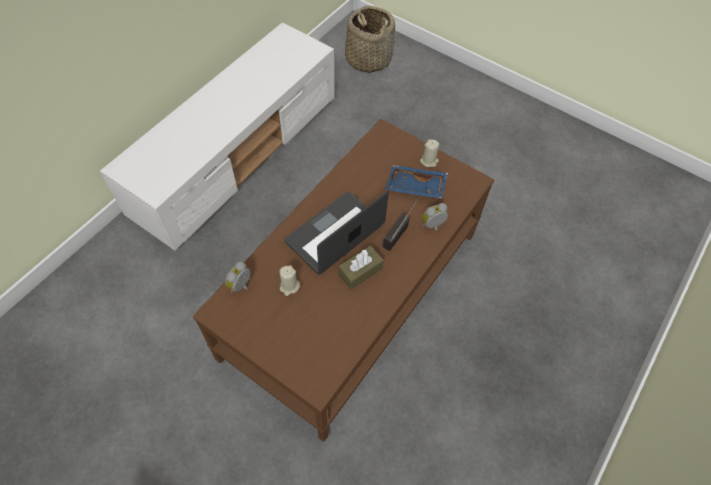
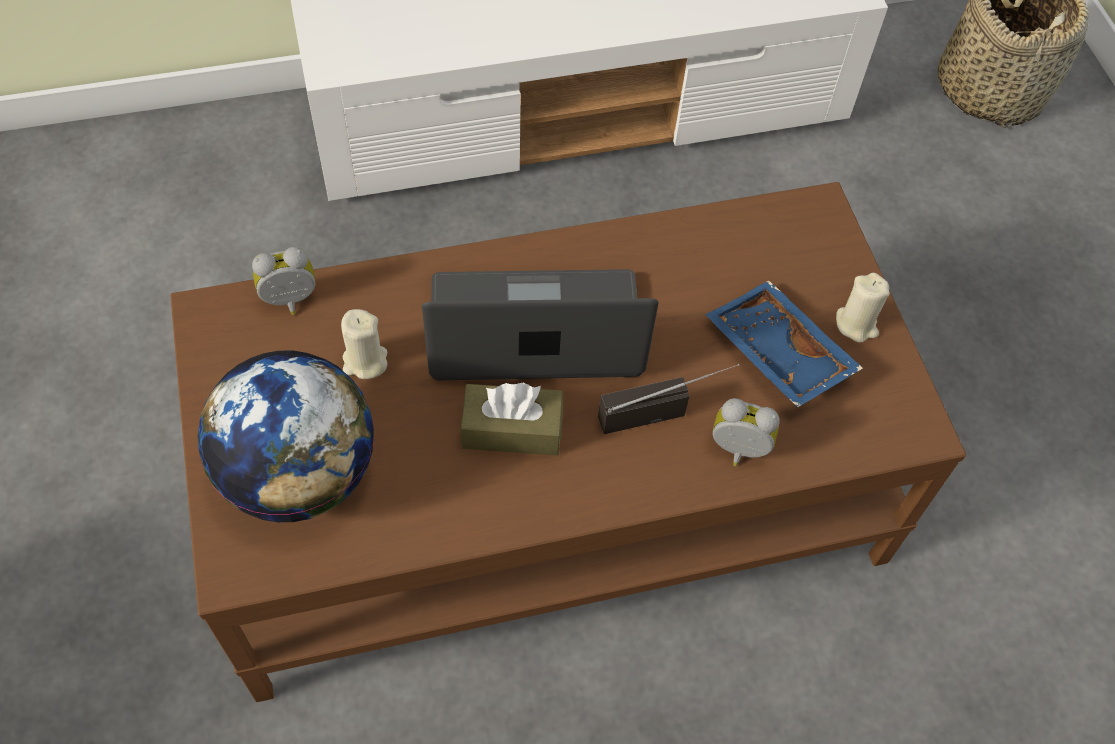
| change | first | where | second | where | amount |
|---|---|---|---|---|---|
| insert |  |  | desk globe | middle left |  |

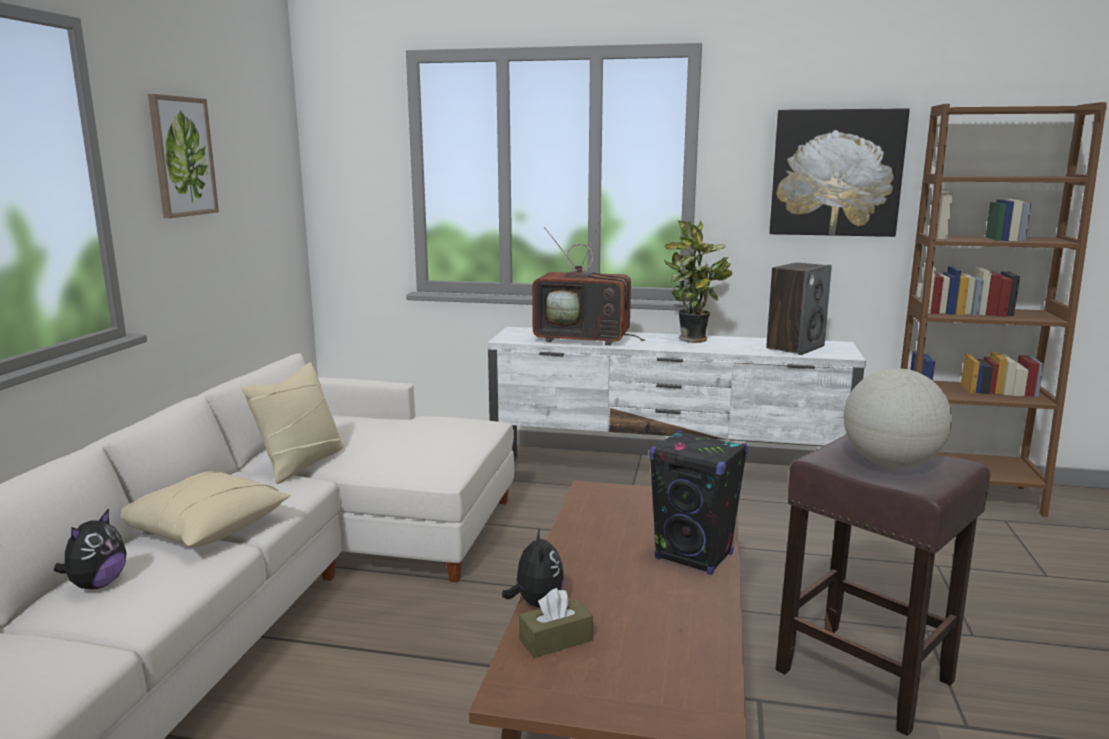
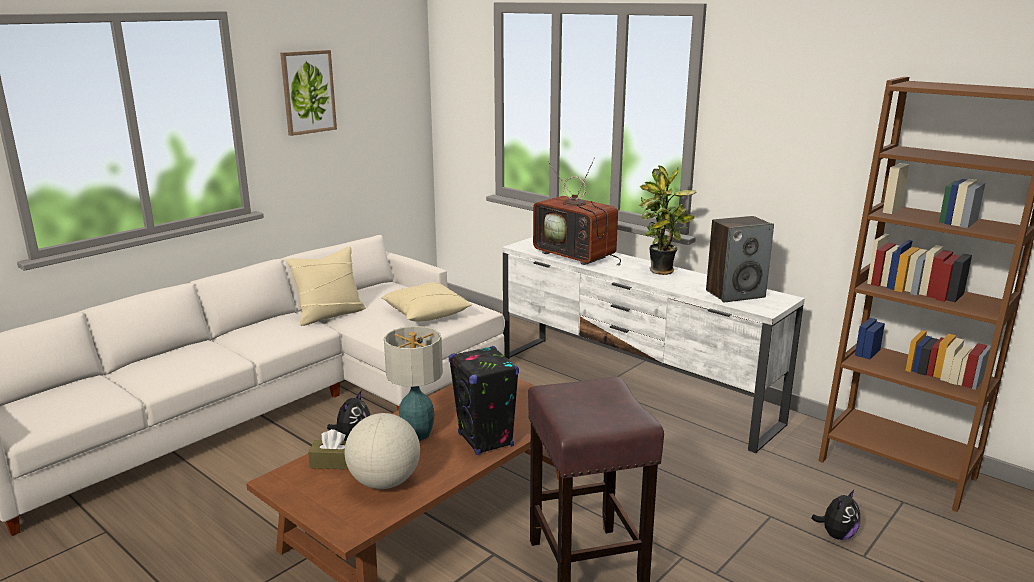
| change | first | where | second | where | amount |
|---|---|---|---|---|---|
| move | desk globe | middle right |  | bottom centre |  |
| move | pillow (beige) (1st from left in the first image) | bottom left | pillow (beige) (2nd from left) | centre |  |
| insert |  |  | table lamp | centre |  |
| move | plush toy (1st from left in the first image) | bottom left | plush toy (2nd from left) | bottom right |  |
| delete | wall picture (2nd from left) | top right |  |  |  |

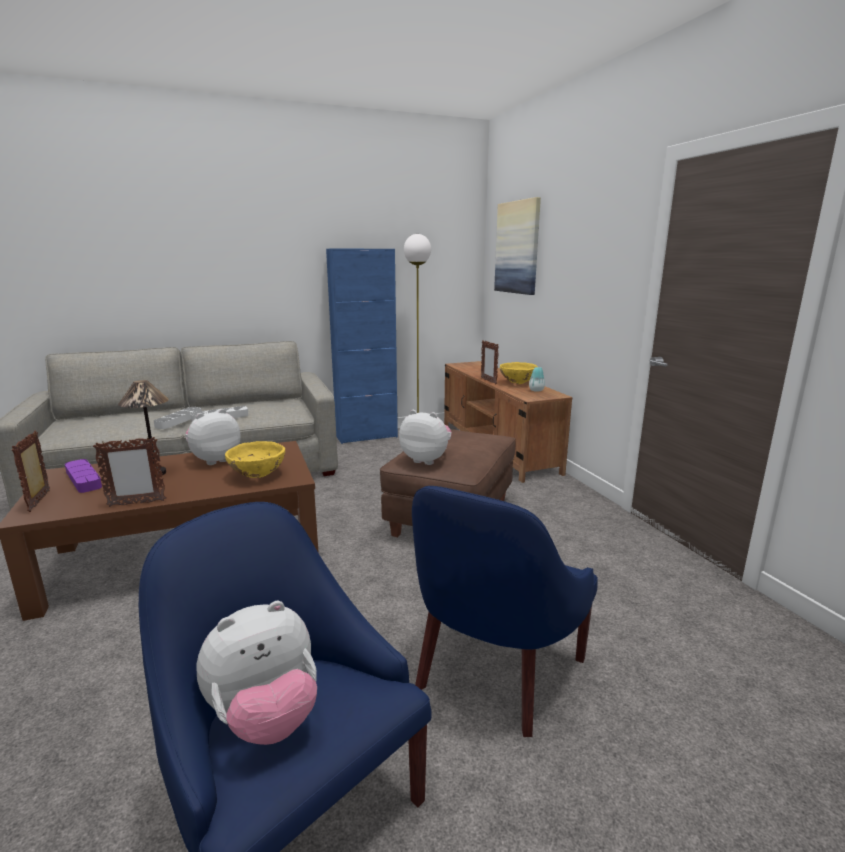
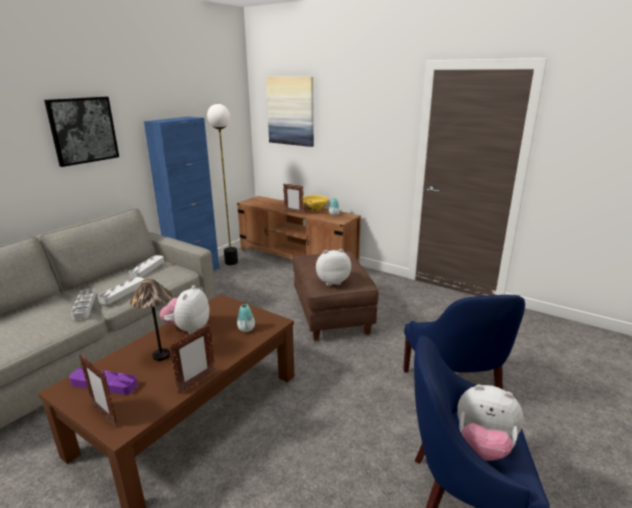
| change | first | where | second | where | amount |
|---|---|---|---|---|---|
| insert |  |  | wall picture (1st from left) | top left |  |
| insert |  |  | carrying tray (gray) (3rd from left) | middle left |  |
| replace | deep dish (yellowish) (1st from left) | middle left | flower vase (1st from left) | centre |  |
| rotate | plush toy (2nd from left in the first image) | bottom left | plush toy (3rd from left) | bottom right | 90 degrees clockwise |

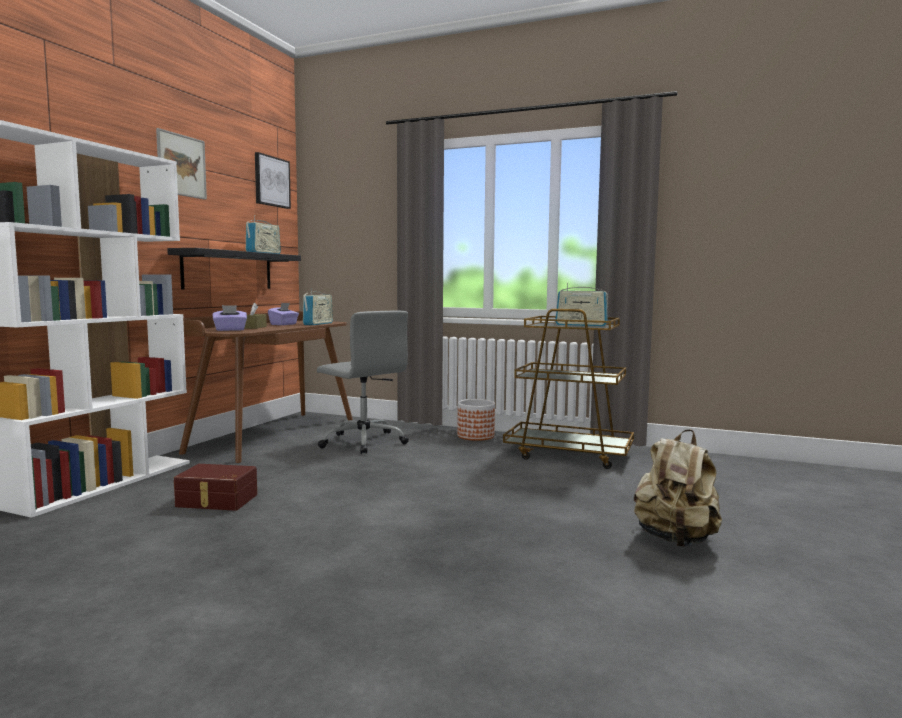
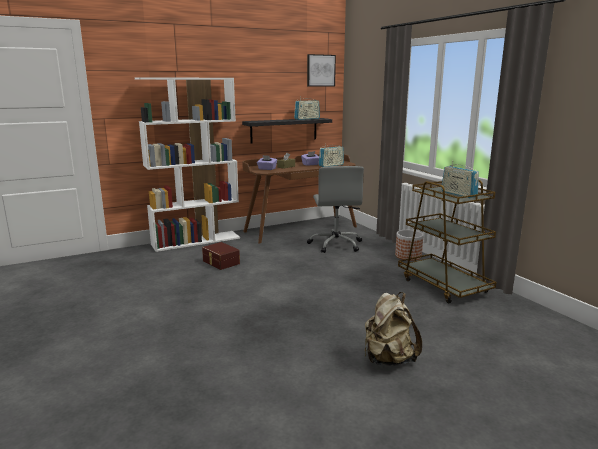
| change | first | where | second | where | amount |
|---|---|---|---|---|---|
| delete | wall picture (1st from left) | top left |  |  |  |

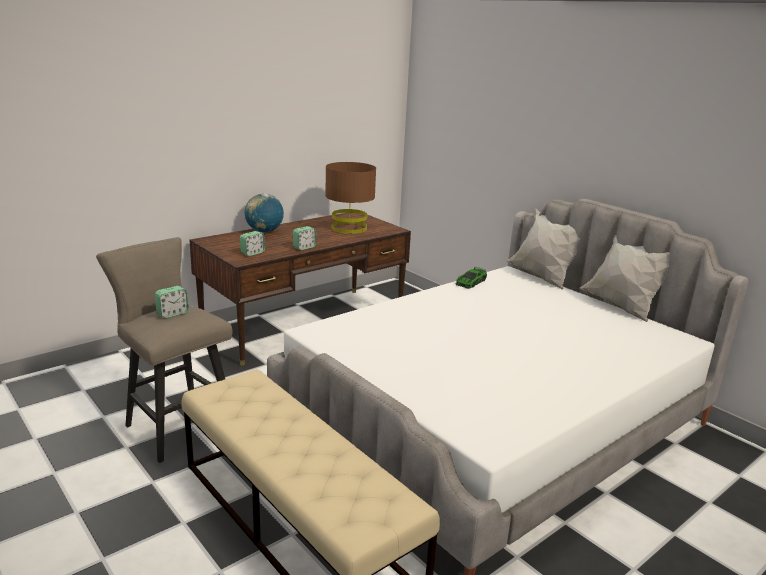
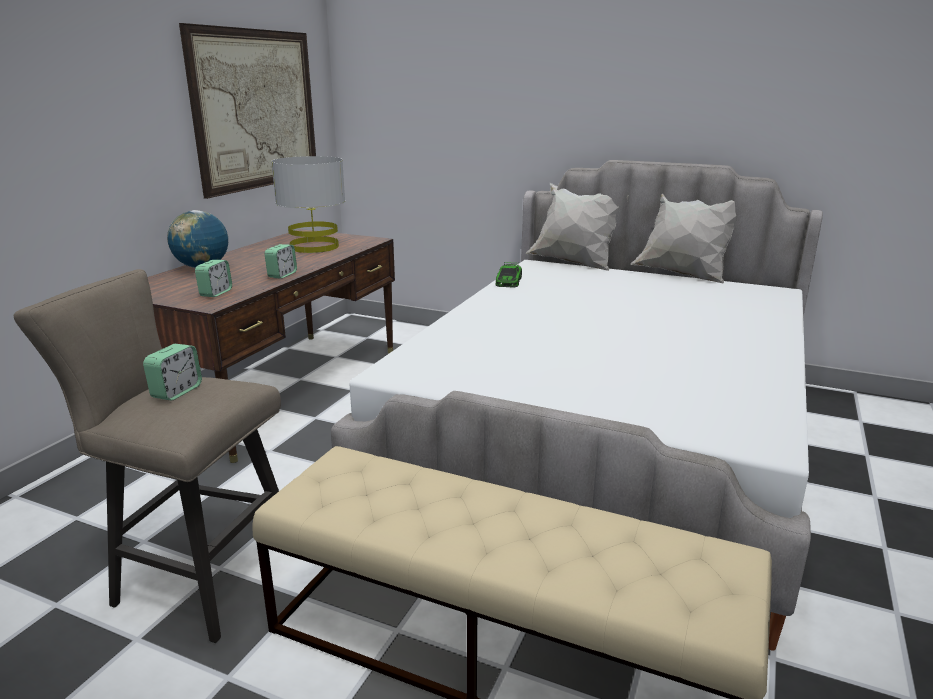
| change | first | where | second | where | amount |
|---|---|---|---|---|---|
| insert |  |  | wall picture | top left |  |
| recolor | table lamp (brown-coloured) | centre | table lamp (gray) | top left |  |

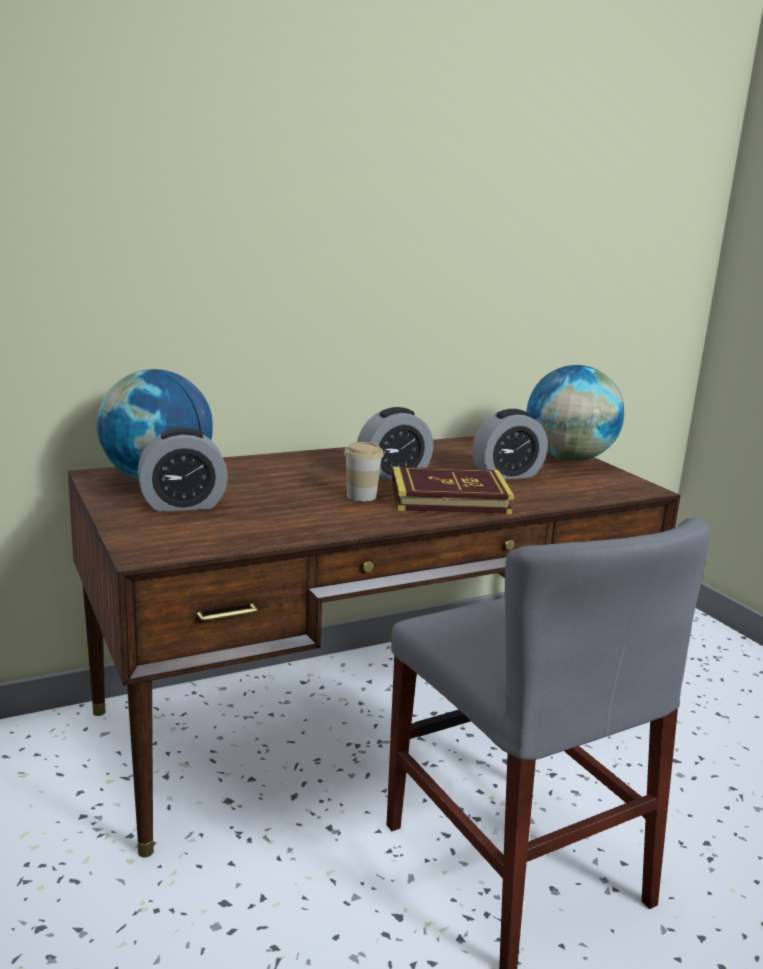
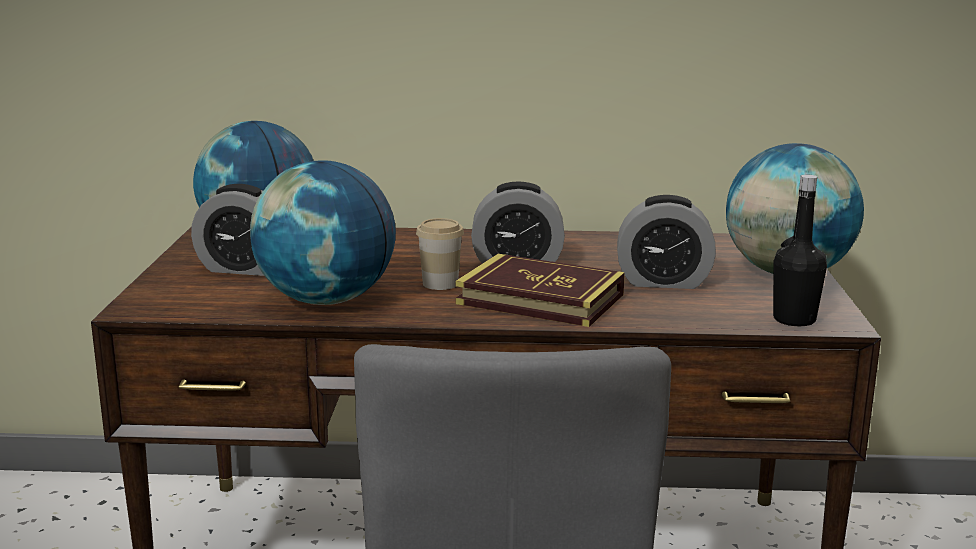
| change | first | where | second | where | amount |
|---|---|---|---|---|---|
| insert |  |  | desk globe (2nd from left) | middle left |  |
| insert |  |  | bottle (black-coloured) | middle right |  |

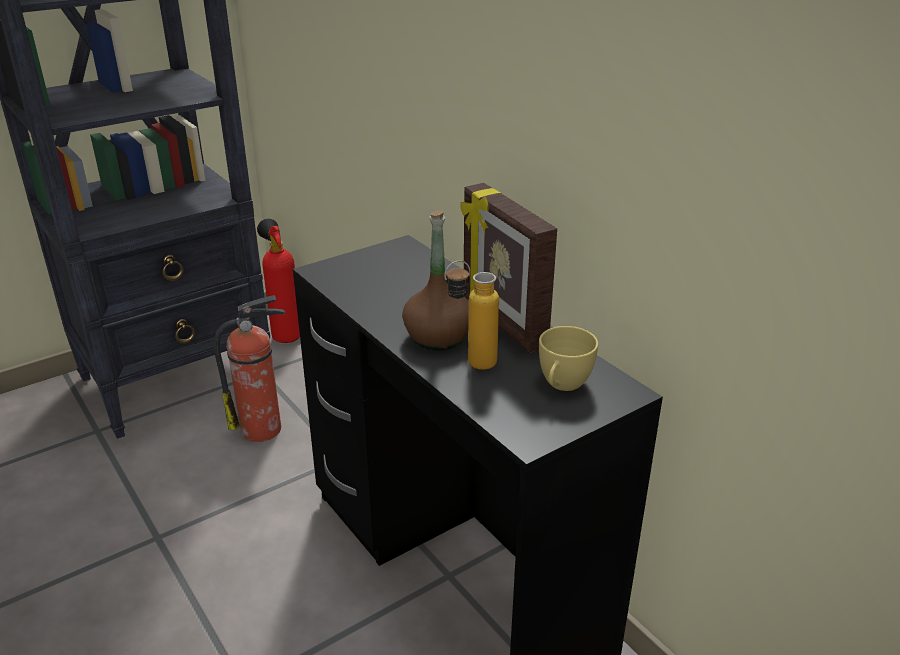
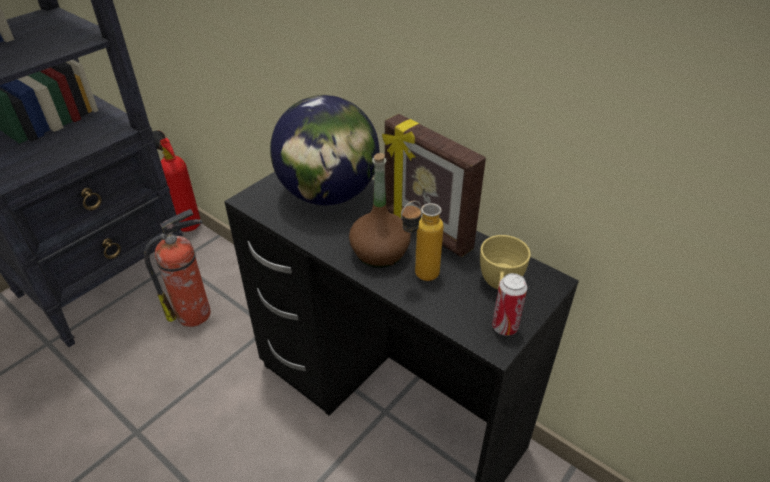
| change | first | where | second | where | amount |
|---|---|---|---|---|---|
| insert |  |  | desk globe | top centre |  |
| insert |  |  | metal can | centre |  |

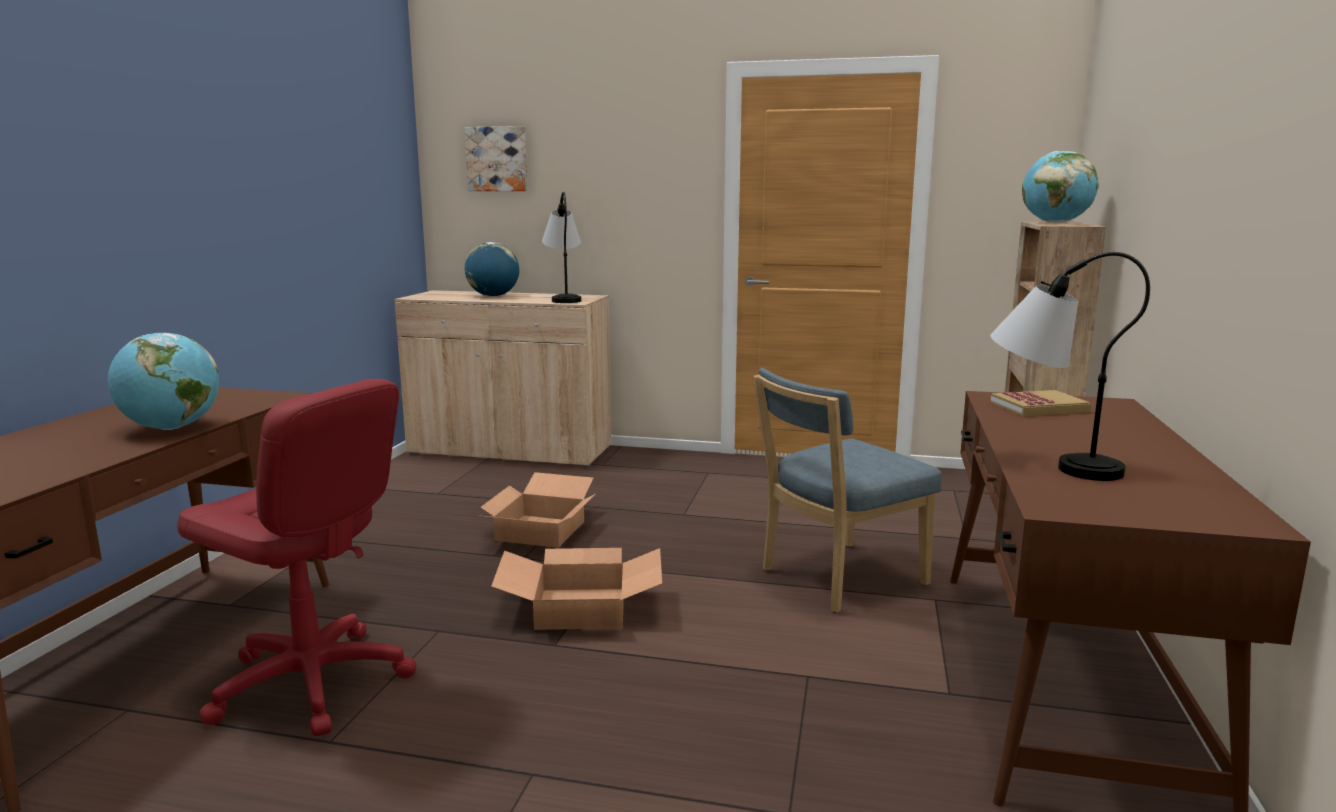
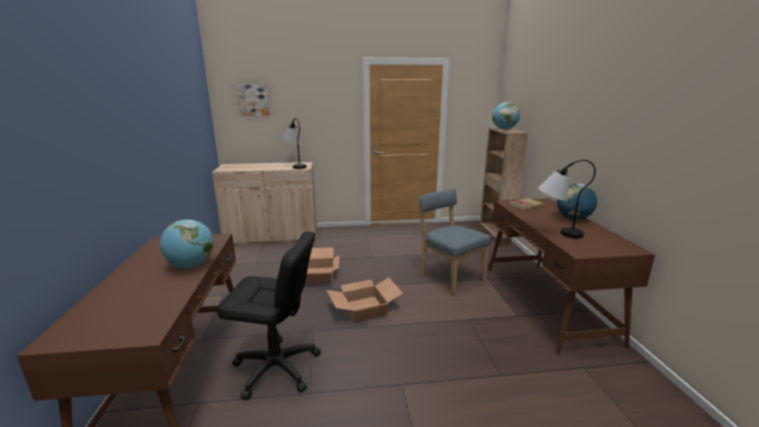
| change | first | where | second | where | amount |
|---|---|---|---|---|---|
| recolor | computer chair (reddish) | bottom left | computer chair (black-coloured) | bottom centre |  |
| rotate | upright chair (blue) | centre |  | centre | 105 degrees clockwise |
| move | desk globe (2nd from left in the first image) | top centre | desk globe (3rd from left) | middle right |  |

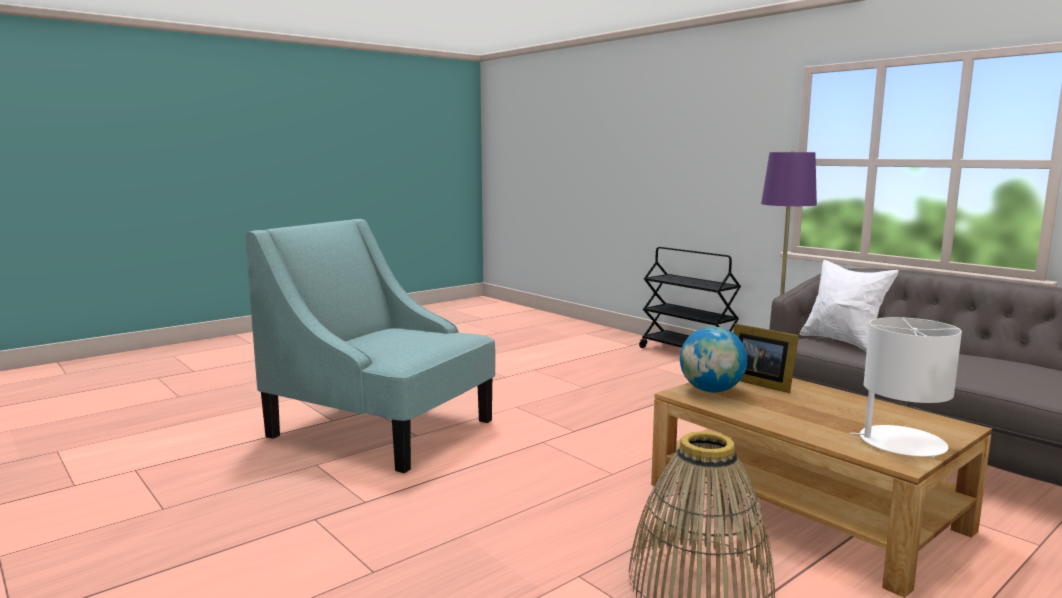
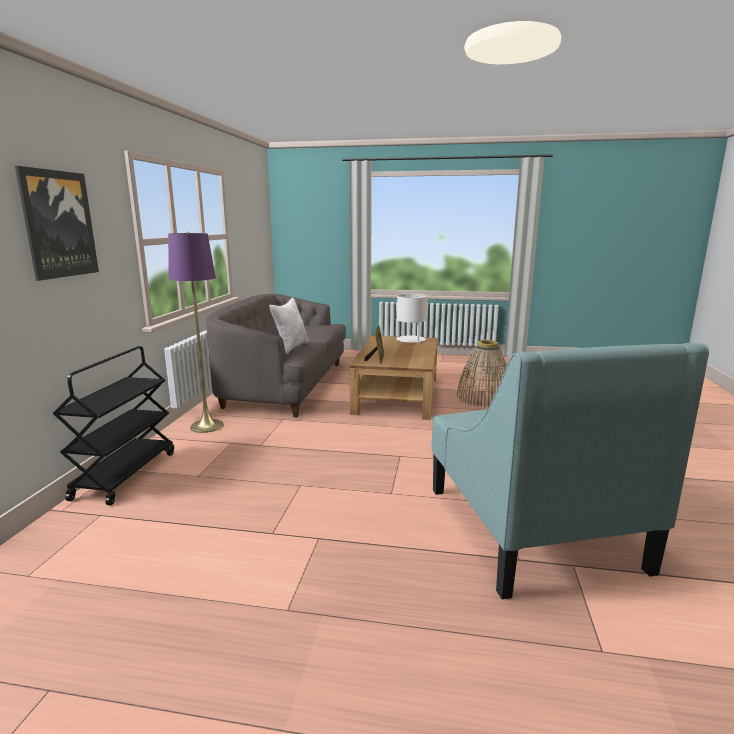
| change | first | where | second | where | amount |
|---|---|---|---|---|---|
| insert |  |  | wall picture | top left |  |
| delete | desk globe | middle right |  |  |  |

